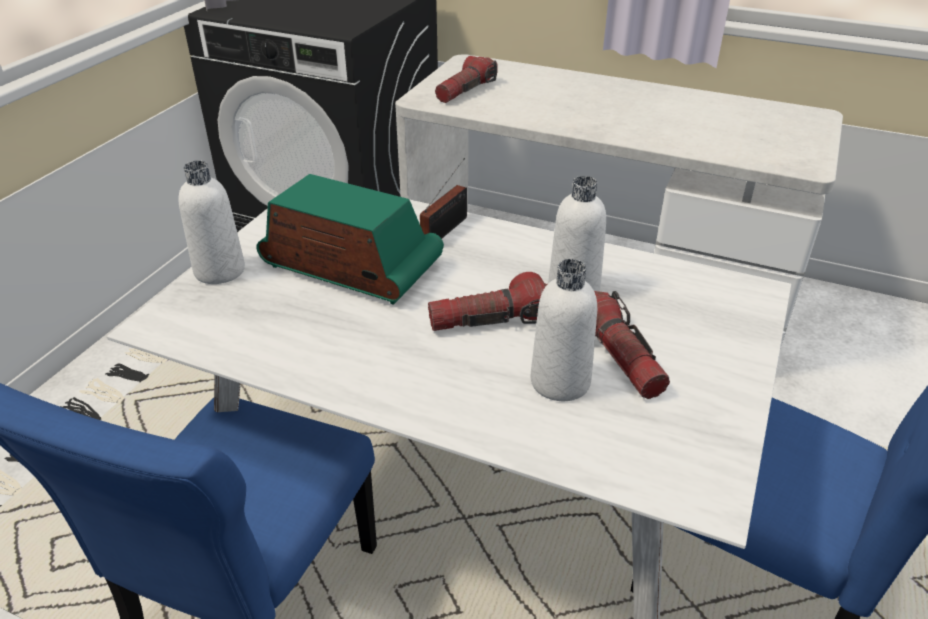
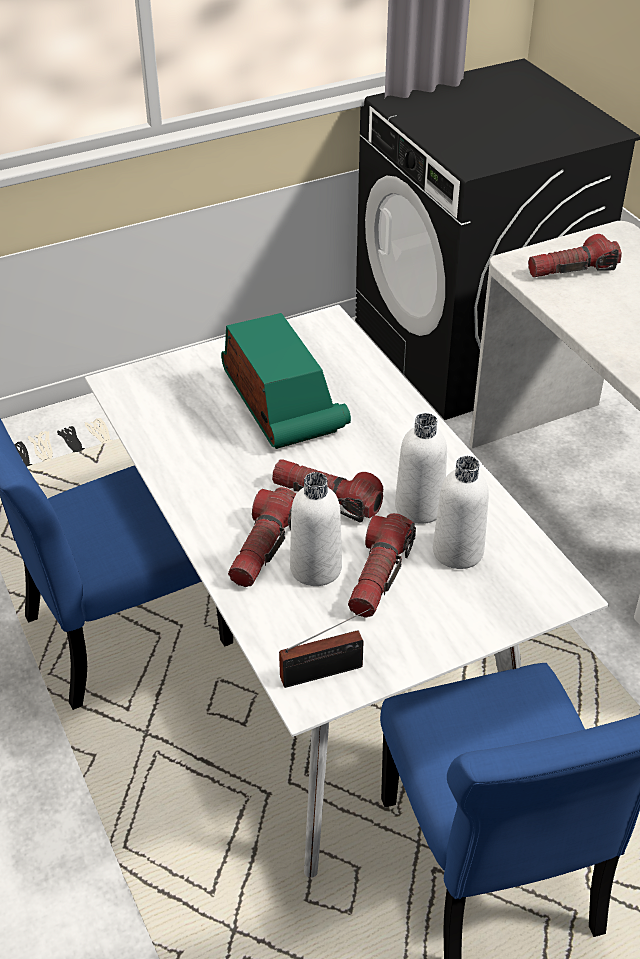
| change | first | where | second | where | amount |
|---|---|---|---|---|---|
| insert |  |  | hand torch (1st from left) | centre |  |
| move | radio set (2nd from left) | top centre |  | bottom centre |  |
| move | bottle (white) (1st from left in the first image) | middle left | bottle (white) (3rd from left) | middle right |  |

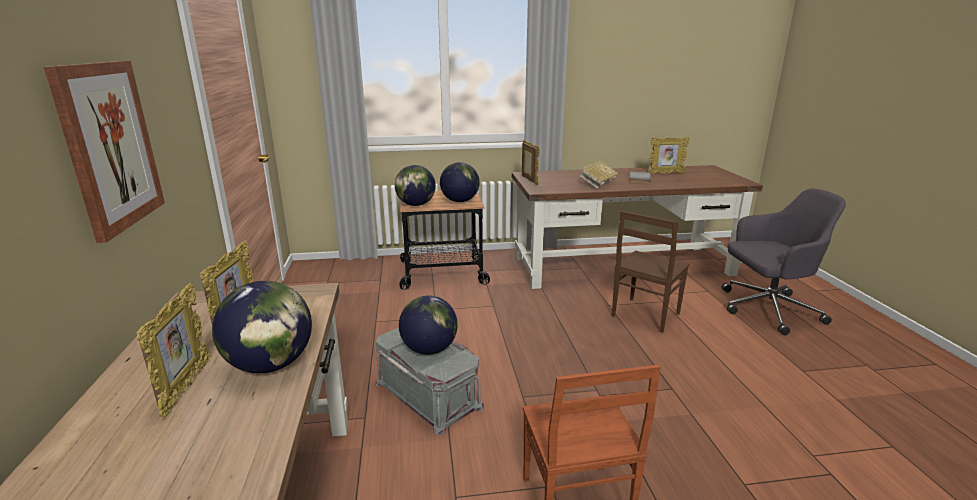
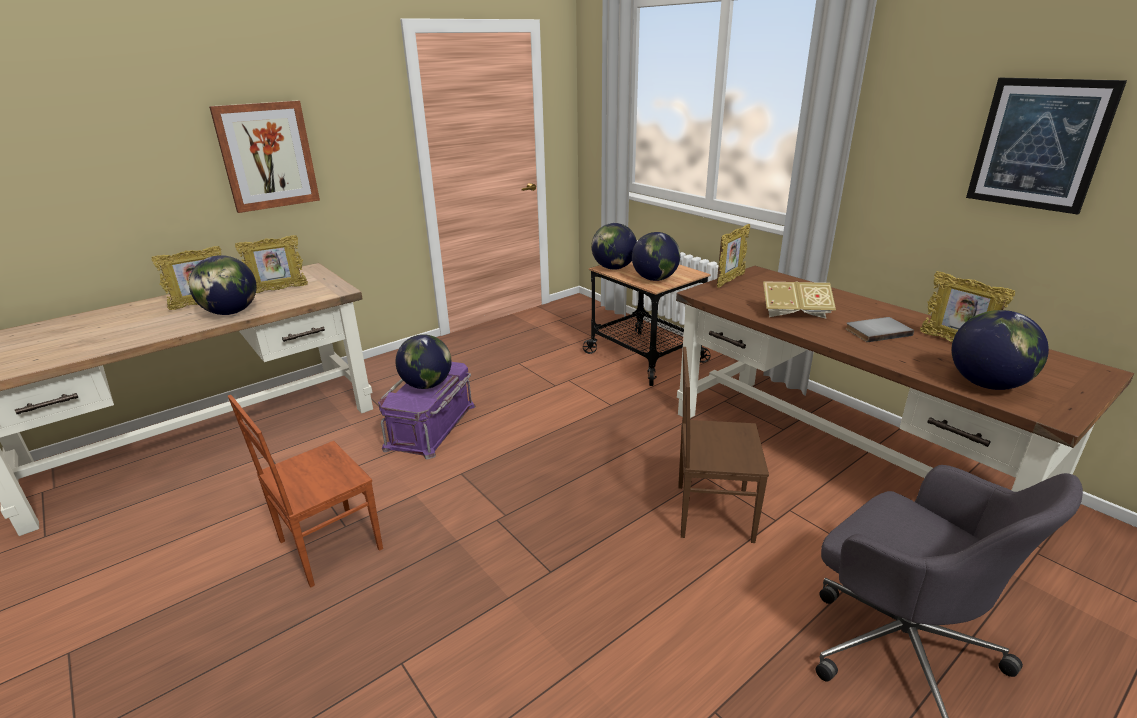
| change | first | where | second | where | amount |
|---|---|---|---|---|---|
| recolor | storage box (gray) | bottom centre | storage box (purple) | centre |  |
| insert |  |  | desk globe (5th from left) | middle right |  |
| insert |  |  | wall picture (2nd from left) | top right |  |

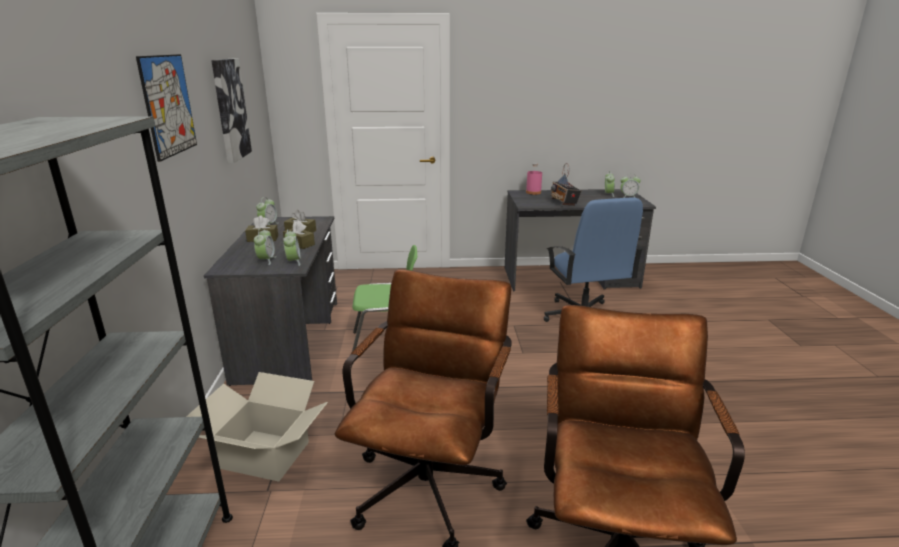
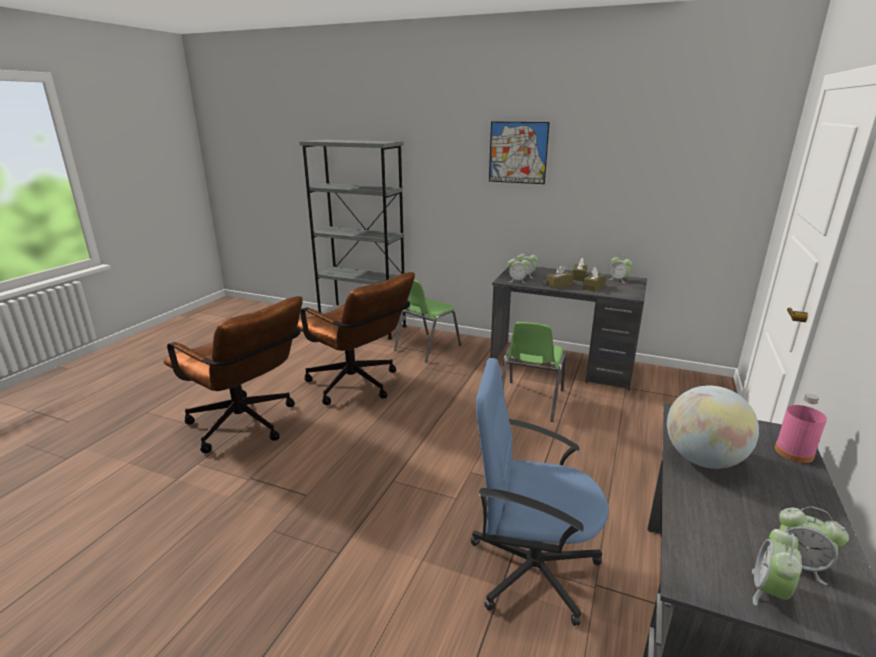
| change | first | where | second | where | amount |
|---|---|---|---|---|---|
| replace | carton | bottom left | upright chair (green-coloured) (1st from left) | centre |  |
| replace | radio set | centre | desk globe | middle right |  |
| delete | wall picture (2nd from left) | top left |  |  |  |

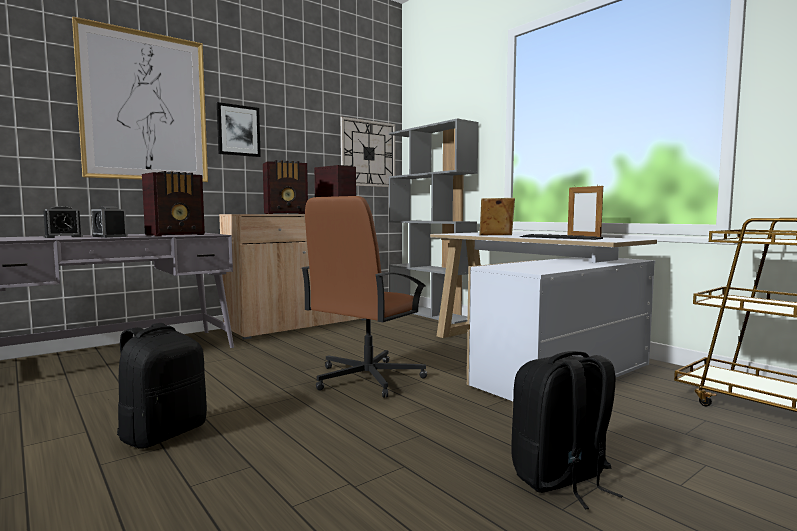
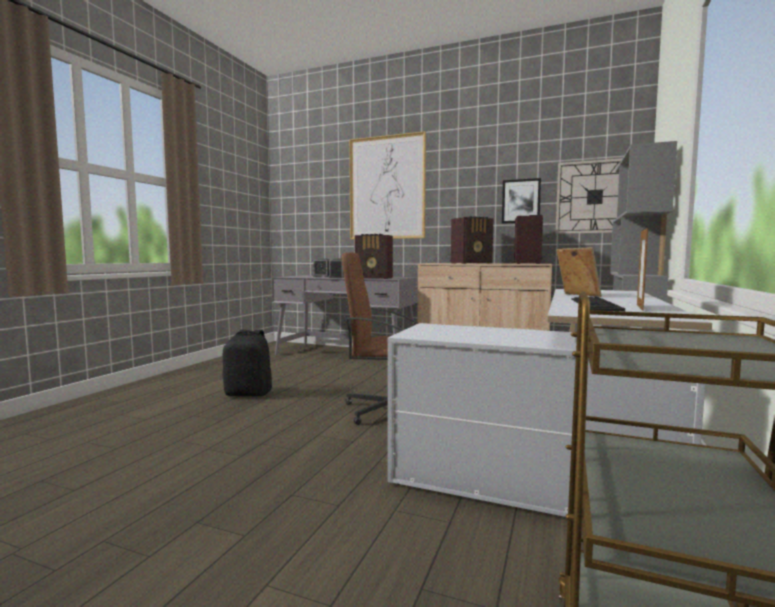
| change | first | where | second | where | amount |
|---|---|---|---|---|---|
| rotate | radio set (2nd from left) | centre |  | centre | 60 degrees counterclockwise |
| move | wall picture (2nd from left) | top left |  | top right |  |
| delete | backpack (black-coloured) (2nd from left) | bottom right |  |  |  |

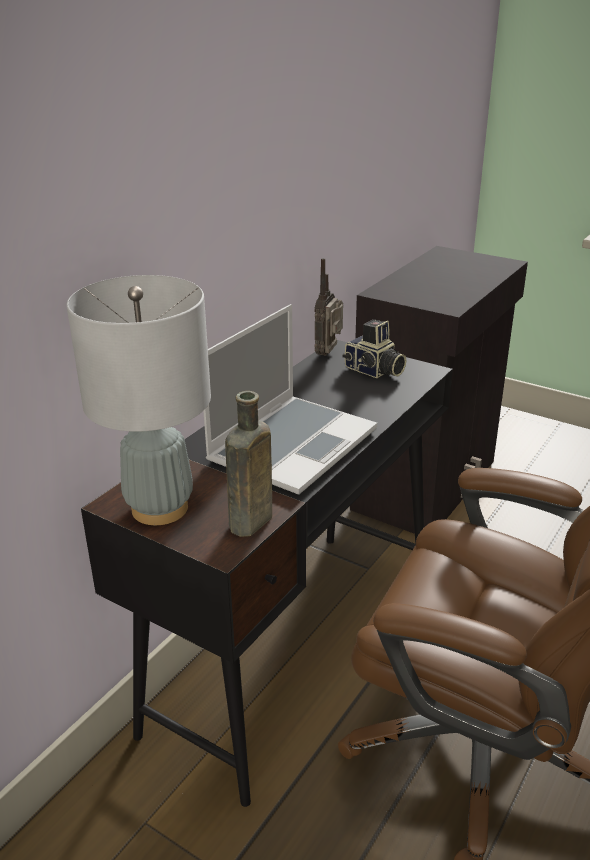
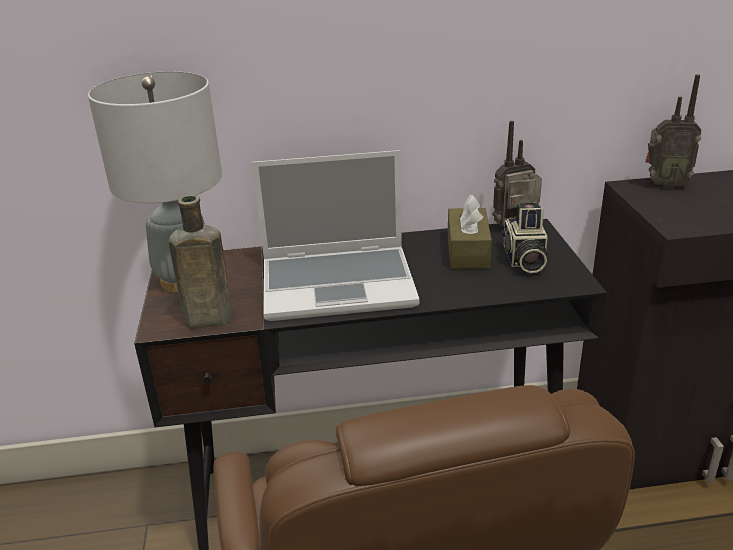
| change | first | where | second | where | amount |
|---|---|---|---|---|---|
| insert |  |  | box of tissues (brown-coloured) | centre |  |
| insert |  |  | radio set (2nd from left) | top right |  |

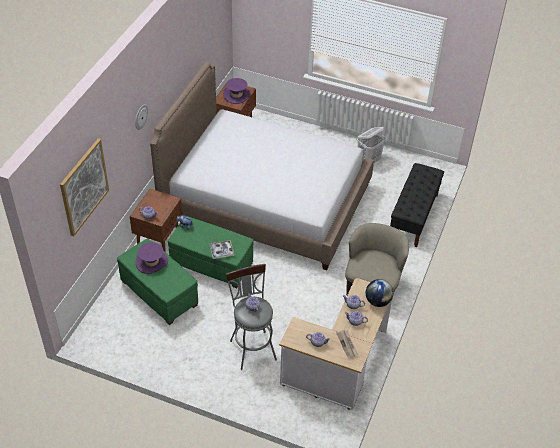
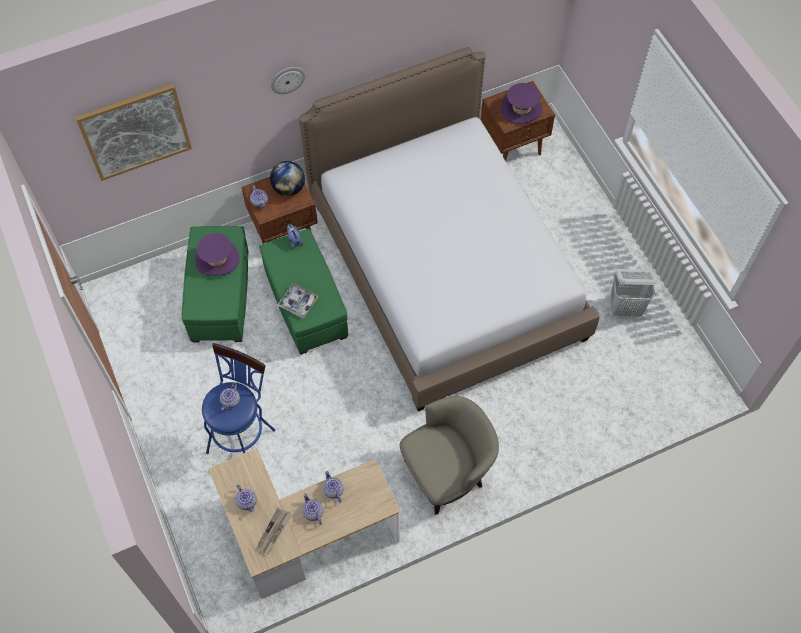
| change | first | where | second | where | amount |
|---|---|---|---|---|---|
| recolor | stool seat (gray) | bottom centre | stool seat (blue) | middle left |  |
| move | desk globe | middle right |  | top centre |  |
| delete | long seat (black-coloured) | middle right |  |  |  |

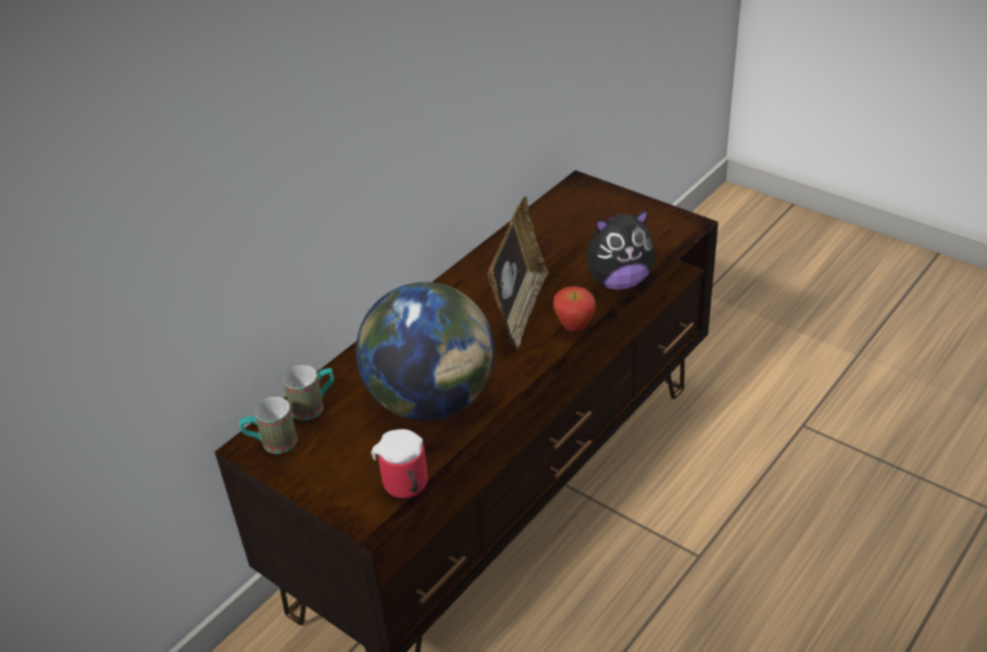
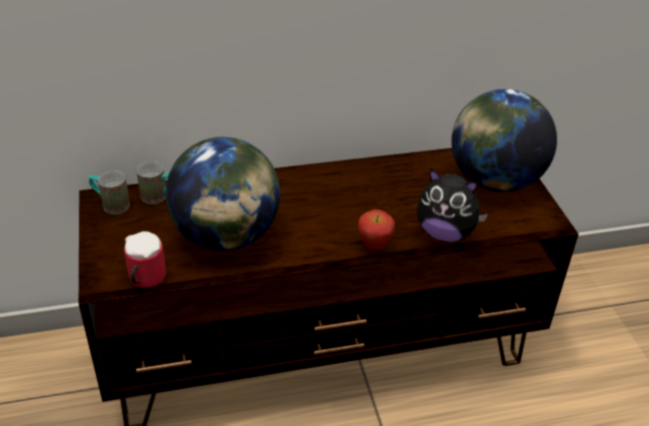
| change | first | where | second | where | amount |
|---|---|---|---|---|---|
| insert |  |  | desk globe (2nd from left) | top right |  |
| delete | photo frame | centre |  |  |  |

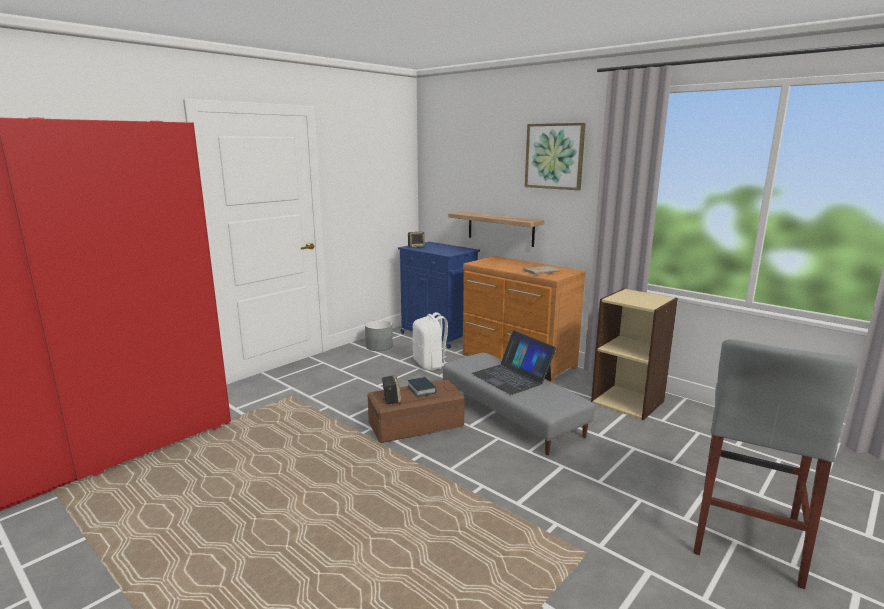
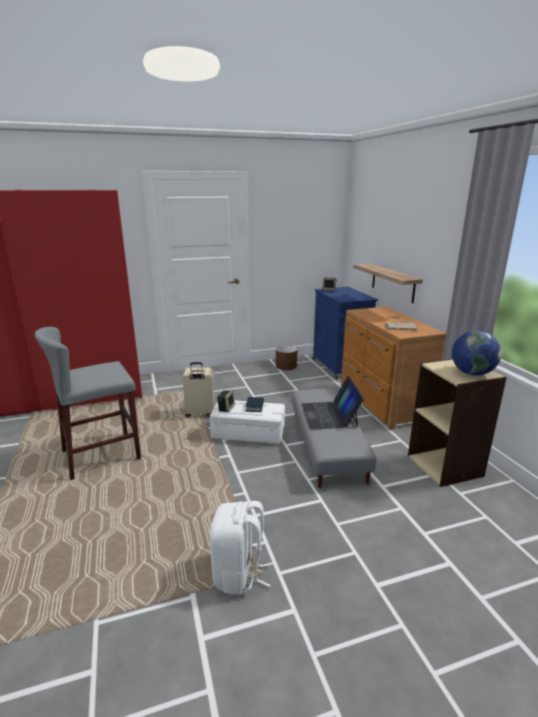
| change | first | where | second | where | amount |
|---|---|---|---|---|---|
| move | stool seat (gray) | bottom right |  | middle left |  |
| insert |  |  | suitcase (beige) | centre |  |
| recolor | storage box (brown-coloured) | bottom centre | storage box (white) | centre |  |
| move | backpack (white) | centre |  | bottom centre |  |
| recolor | planter (gray) | centre | planter (brown-coloured) | centre |  |
| insert |  |  | desk globe | middle right |  |
| delete | wall picture | top centre |  |  |  |

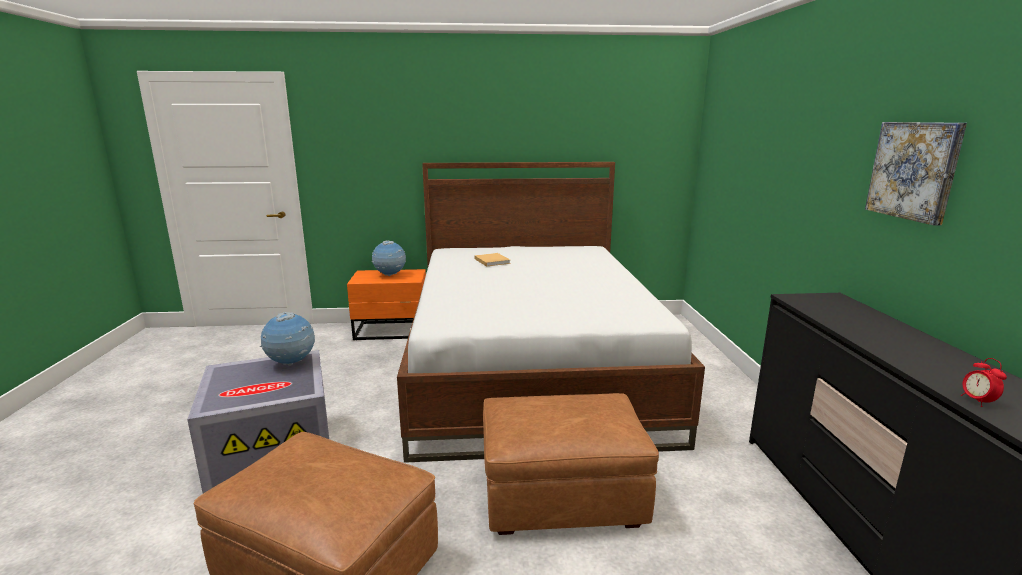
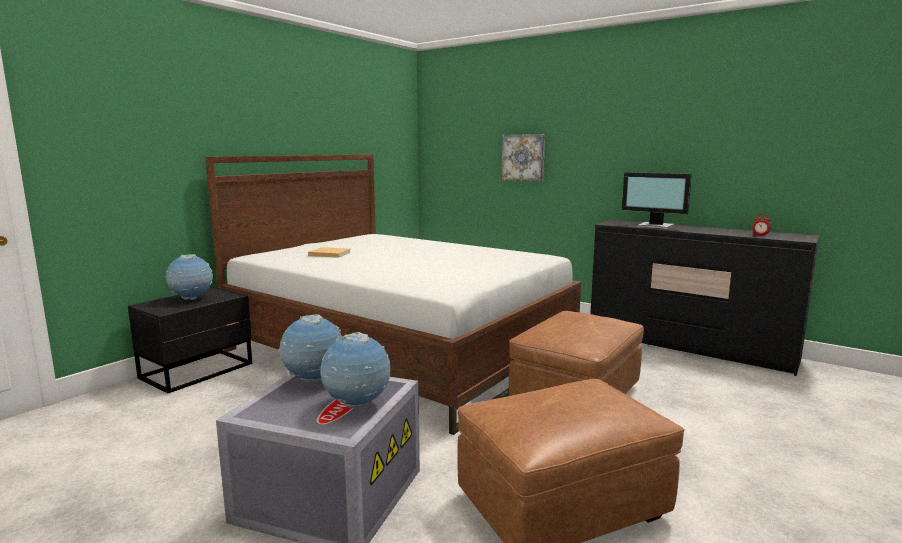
| change | first | where | second | where | amount |
|---|---|---|---|---|---|
| recolor | bedside table (orange-coloured) | centre | bedside table (black-coloured) | middle left |  |
| insert |  |  | desk globe (3rd from left) | bottom centre |  |
| move | wall picture | top right |  | top centre |  |
| insert |  |  | computer display | middle right |  |

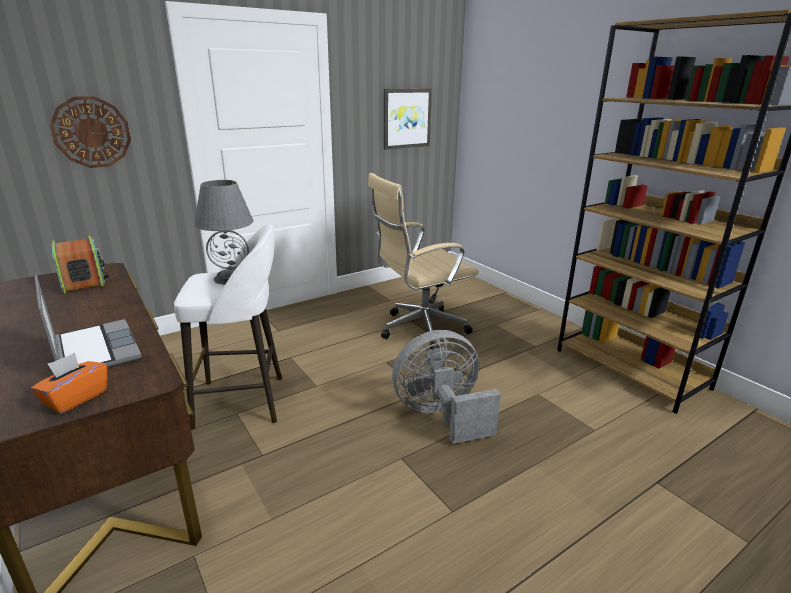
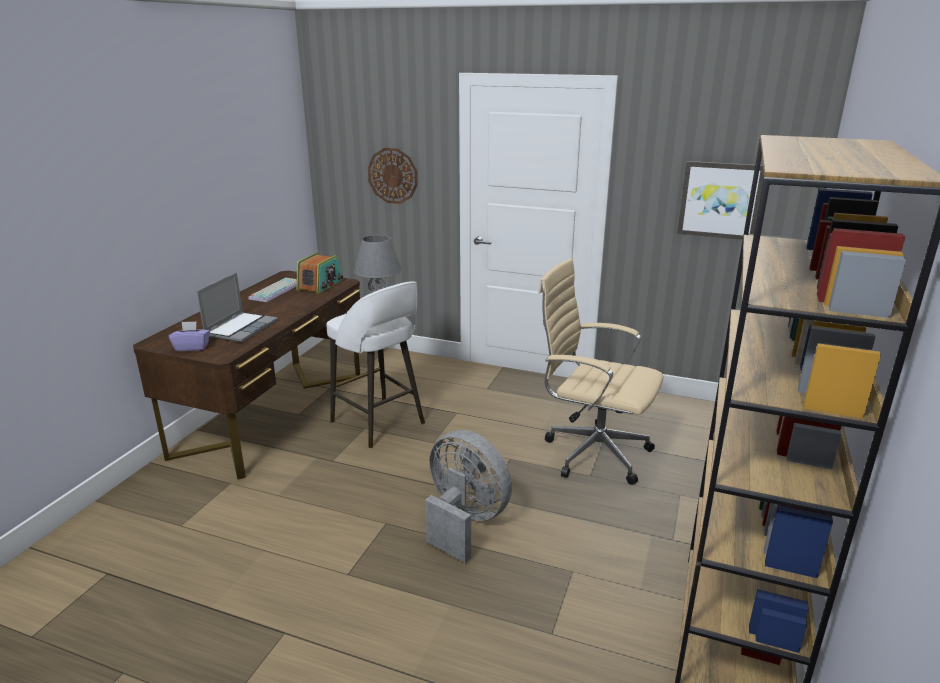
| change | first | where | second | where | amount |
|---|---|---|---|---|---|
| recolor | box of tissues (orange-coloured) | middle left | box of tissues (purple) | middle left |  |
| insert |  |  | keyboard | middle left |  |

